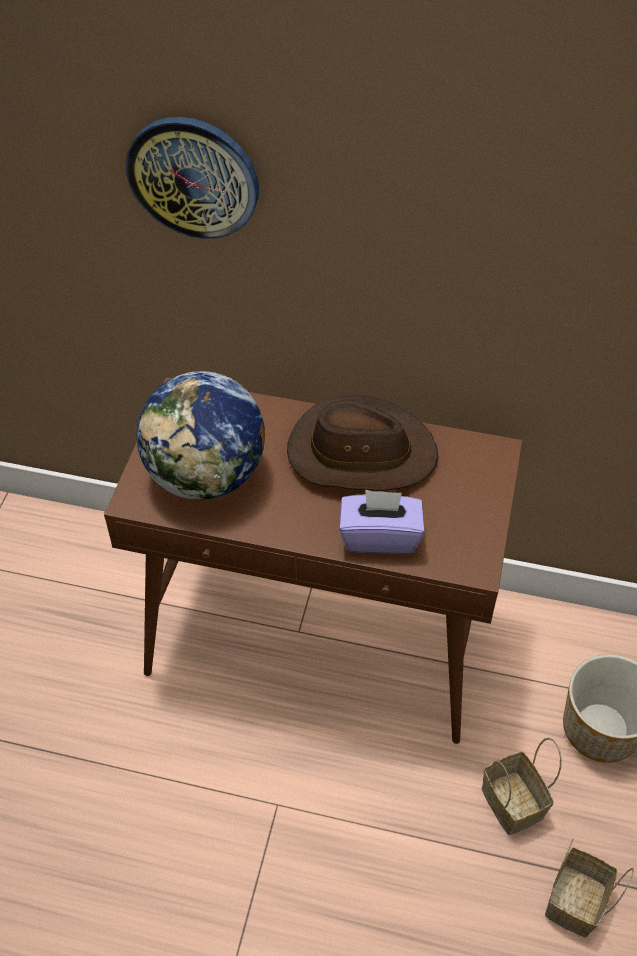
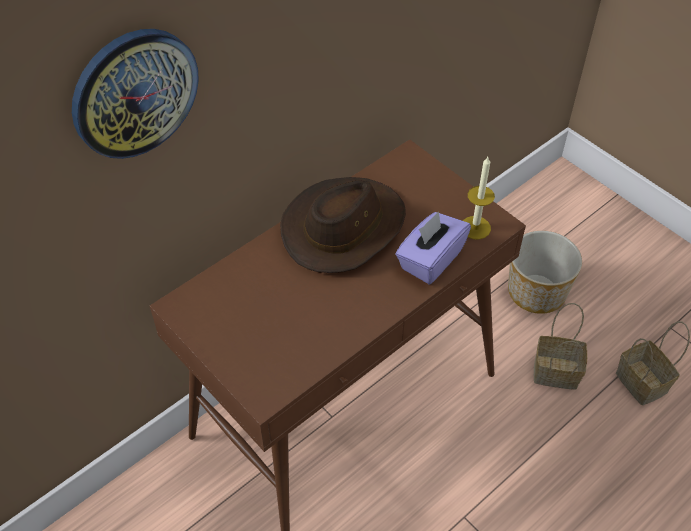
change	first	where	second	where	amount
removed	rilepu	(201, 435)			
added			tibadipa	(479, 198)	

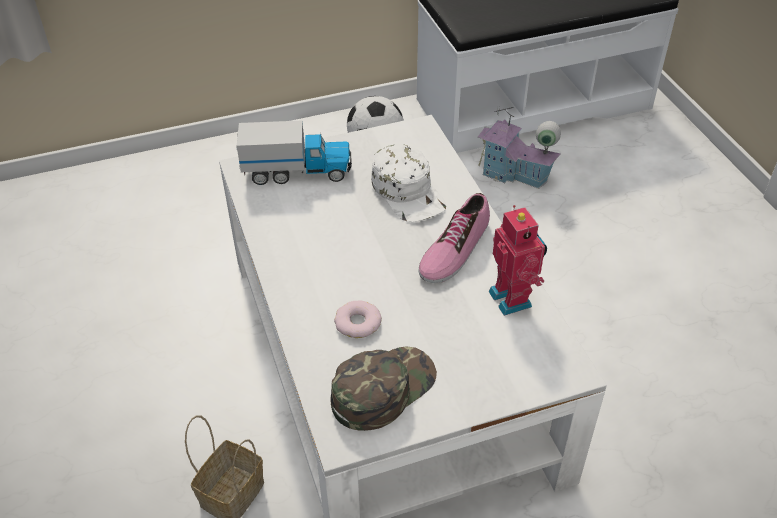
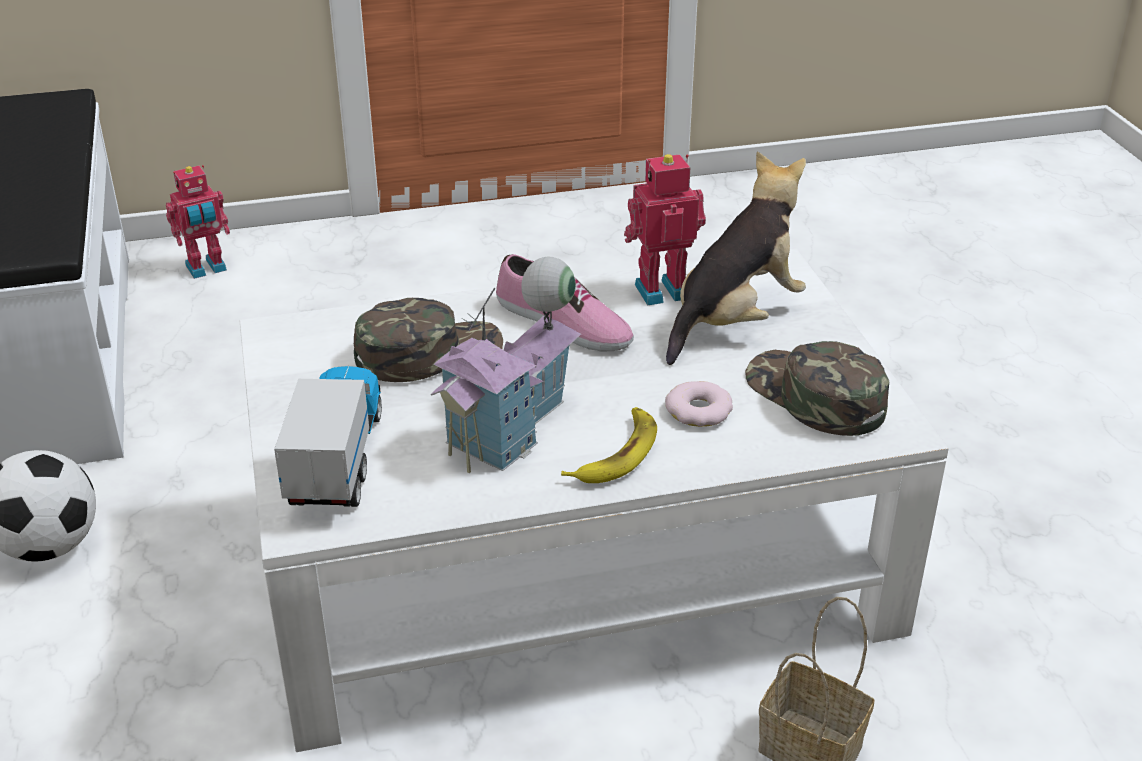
change	first	where	second	where	amount
added			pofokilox	(198, 222)	
added			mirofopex	(609, 445)	
added			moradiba	(736, 258)	
moved	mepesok	(519, 147)		(506, 364)	
recoloured	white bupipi	(408, 183)	green bupipi	(428, 340)	

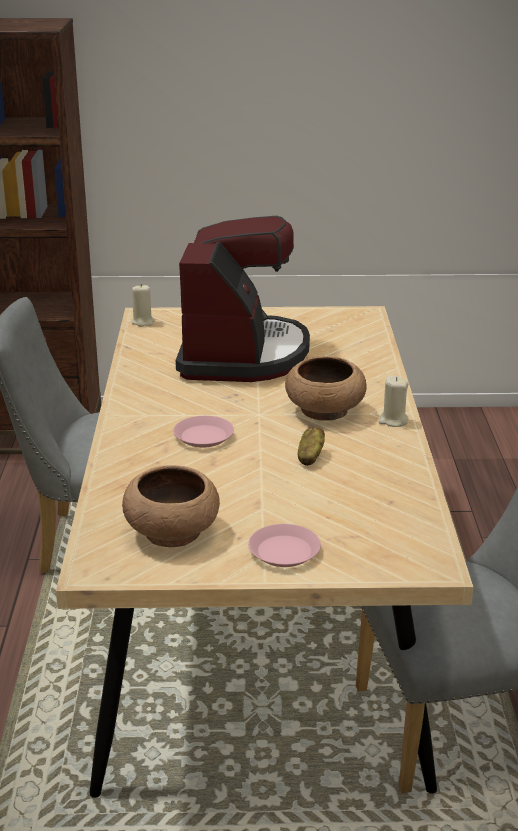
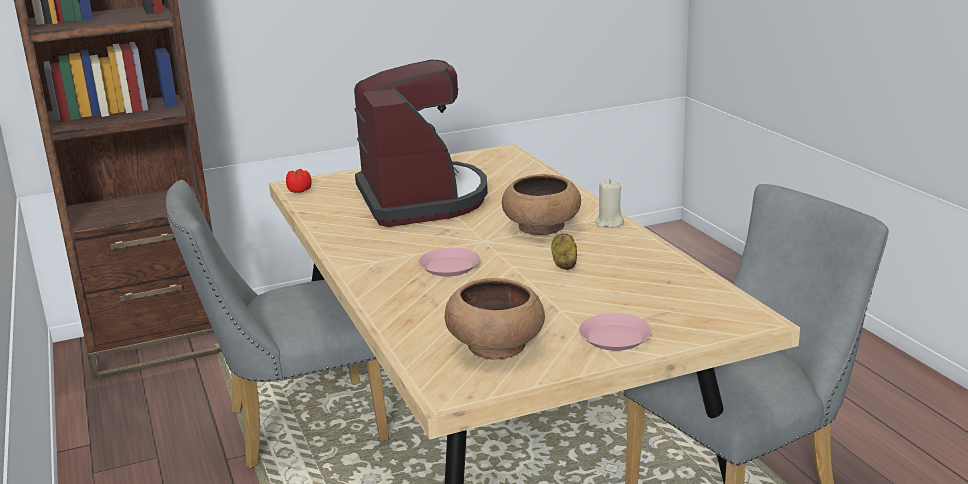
change	first	where	second	where	amount
replaced	beige tibadipa	(143, 305)	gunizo	(299, 181)	

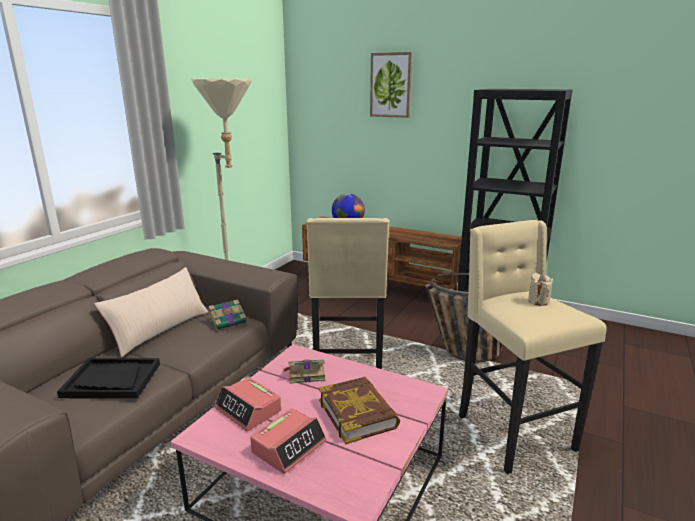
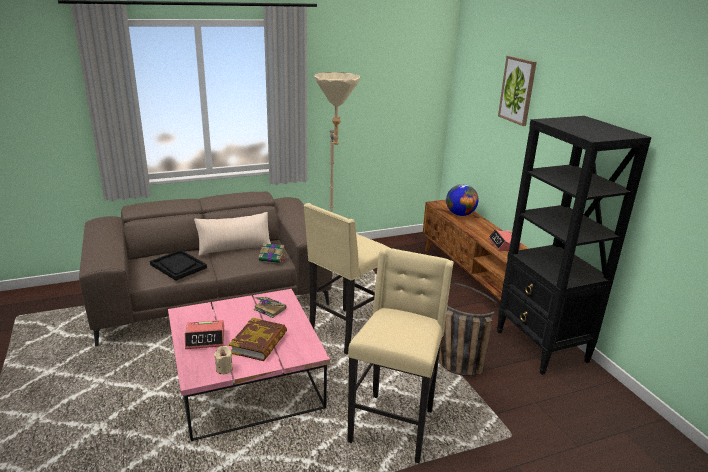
change	first	where	second	where	amount
moved	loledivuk	(247, 404)		(504, 240)	
moved	beige tibadipa	(540, 289)		(223, 360)	

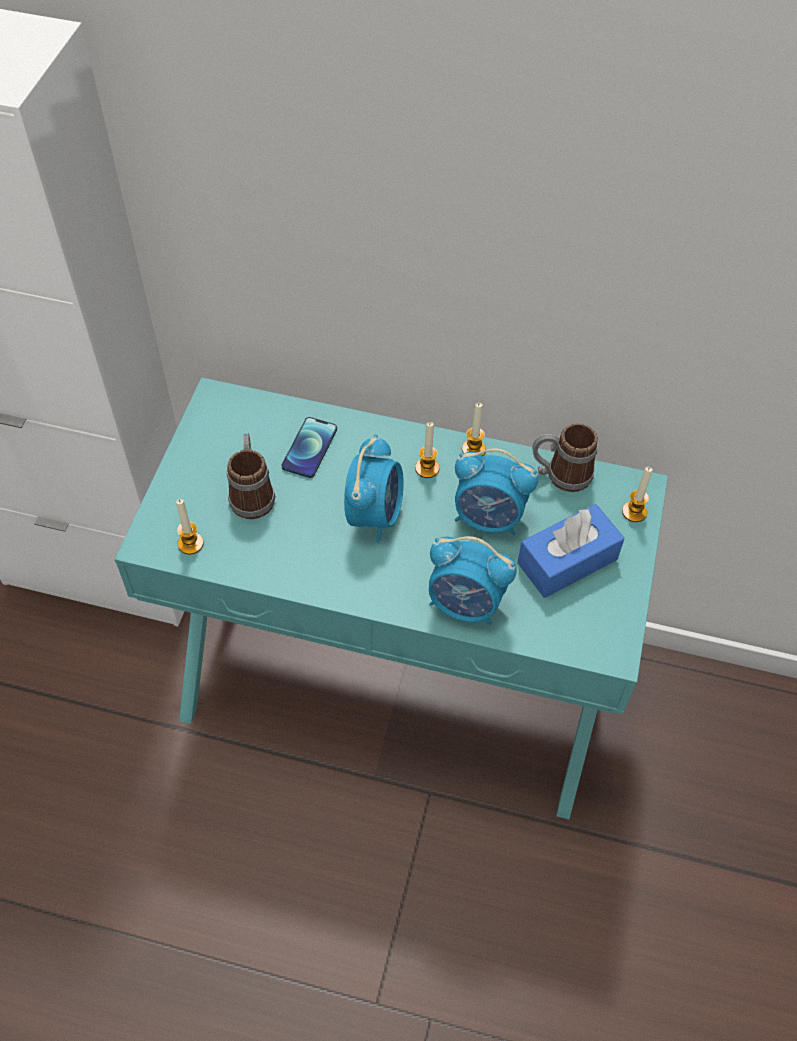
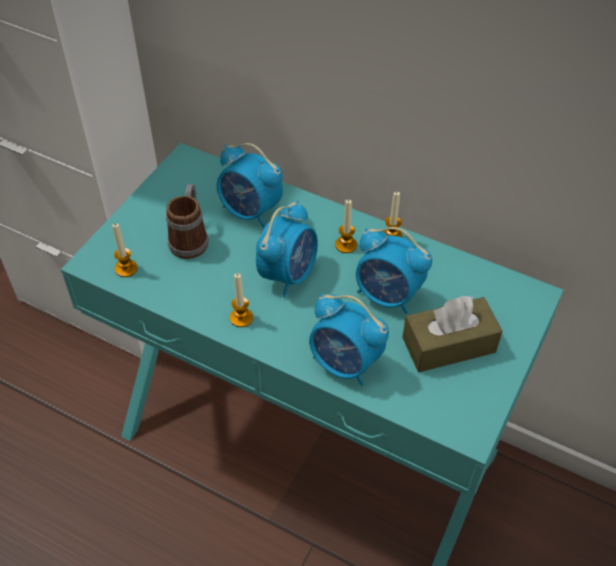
change	first	where	second	where	amount
removed	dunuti	(565, 457)			
moved	tibadipa	(637, 494)		(241, 300)	
replaced	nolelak	(309, 447)	loledivuk	(250, 185)	
recoloured	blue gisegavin	(571, 551)	brown gisegavin	(452, 333)	

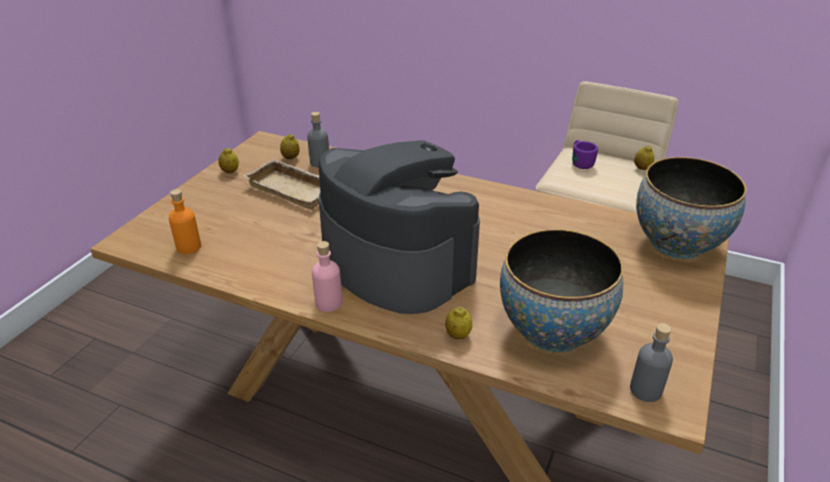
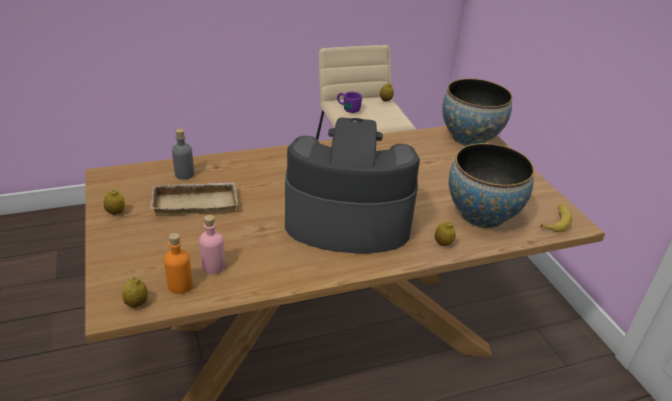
change	first	where	second	where	amount
moved	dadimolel	(290, 146)		(135, 292)	
moved	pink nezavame	(327, 276)		(212, 244)	
replaced	grey nezavame	(651, 362)	mirofopex	(556, 218)	

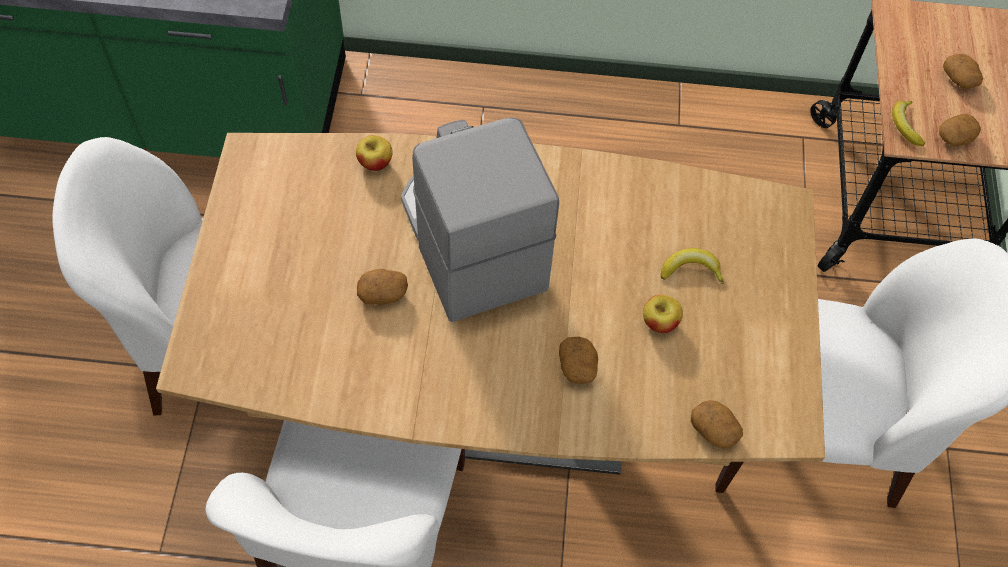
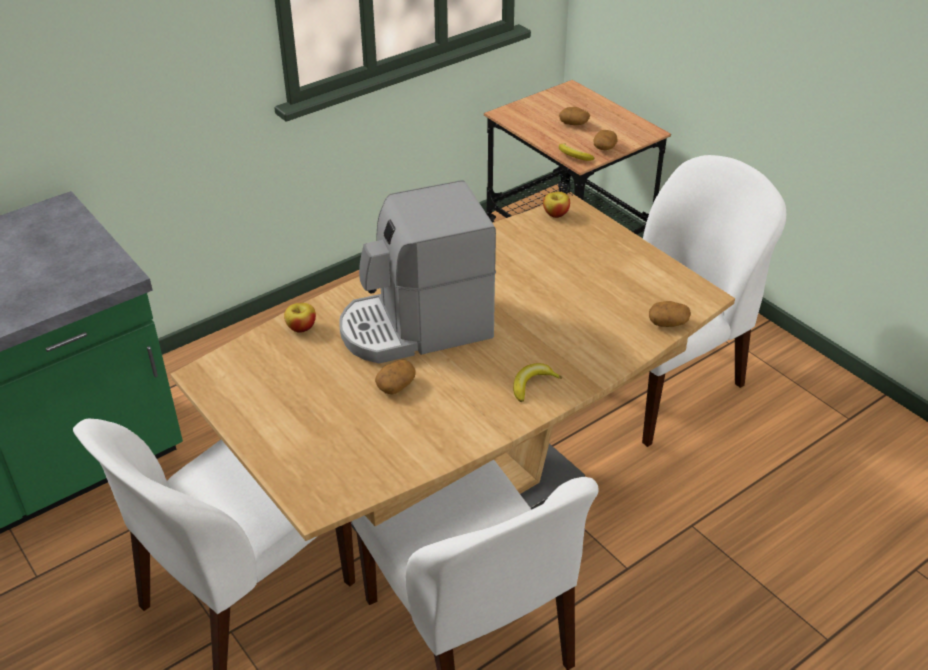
change	first	where	second	where	amount
removed	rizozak	(578, 360)			
moved	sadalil	(663, 314)		(556, 205)	
moved	mirofopex	(692, 266)		(537, 382)	
turned	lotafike	(480, 220)		(417, 272)	45 degrees counterclockwise

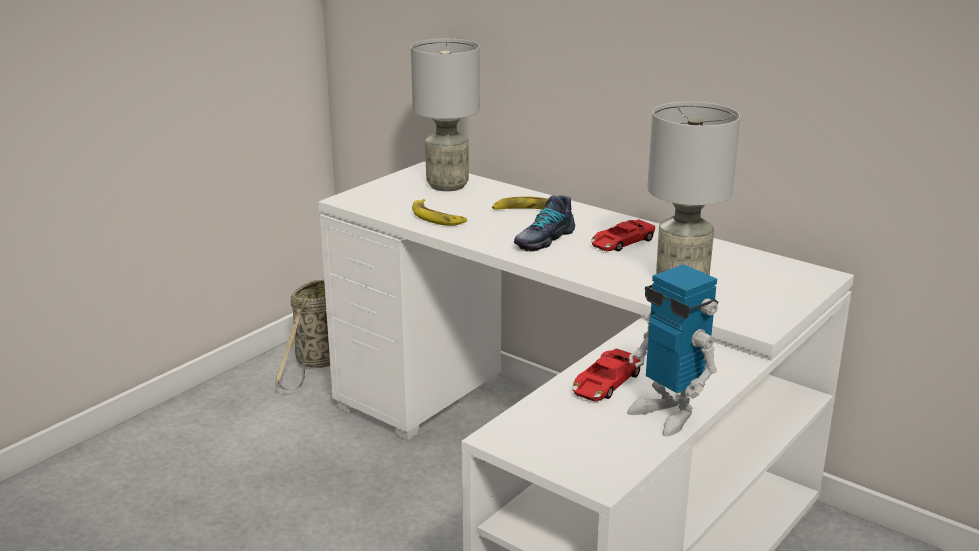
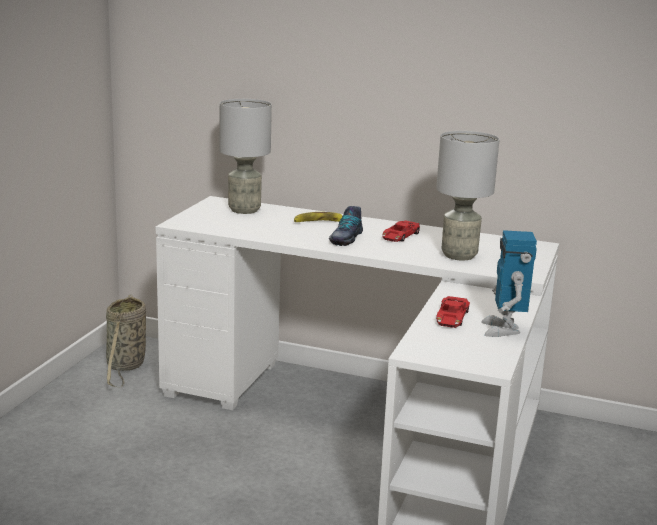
change	first	where	second	where	amount
removed	mirofopex	(439, 212)			
turned	pofokilox	(672, 350)		(509, 283)	60 degrees clockwise

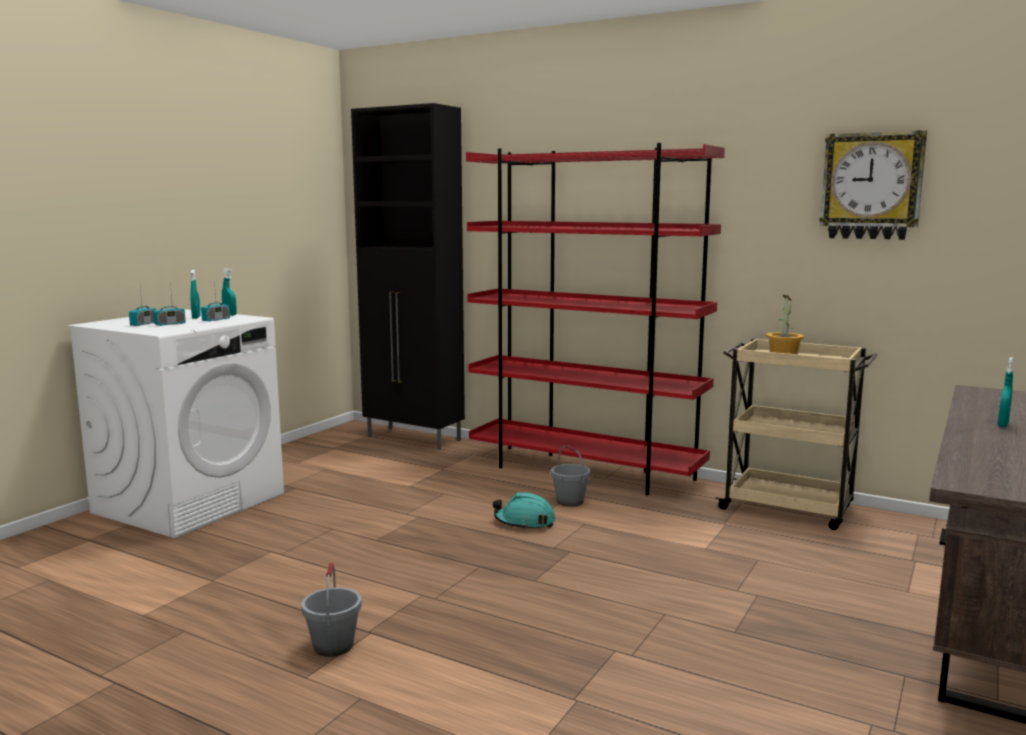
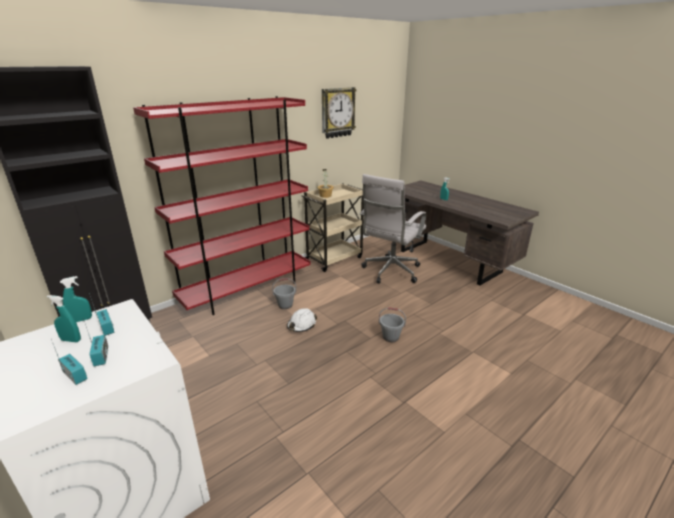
change	first	where	second	where	amount
added			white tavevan	(393, 229)	
moved	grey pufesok	(331, 609)		(392, 324)	
recoloured	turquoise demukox	(524, 511)	white demukox	(302, 320)	

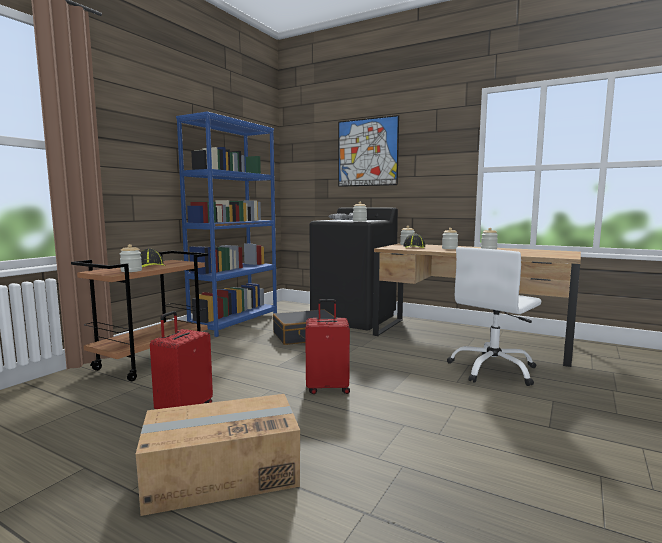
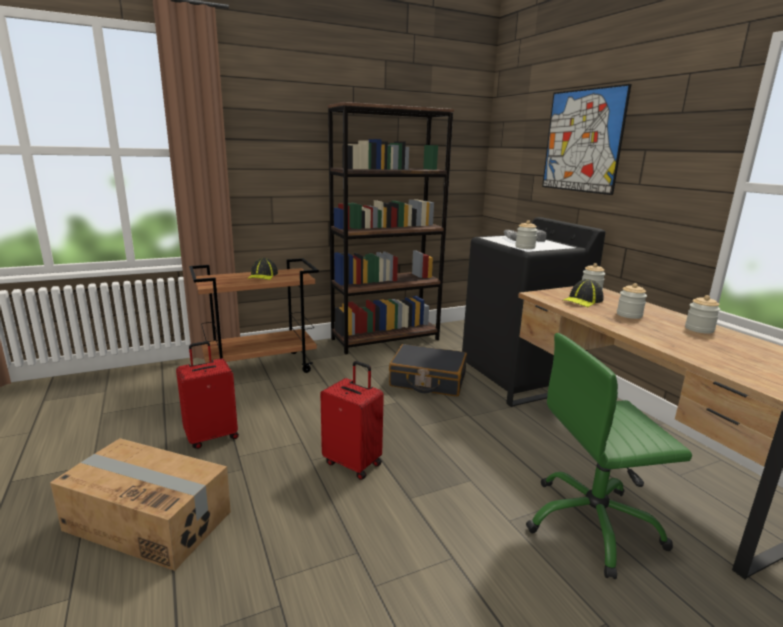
change	first	where	second	where	amount
removed	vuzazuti	(130, 258)			
recoloured	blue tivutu	(226, 224)	brown tivutu	(390, 228)	
recoloured	white tavevan	(494, 316)	green tavevan	(609, 456)	

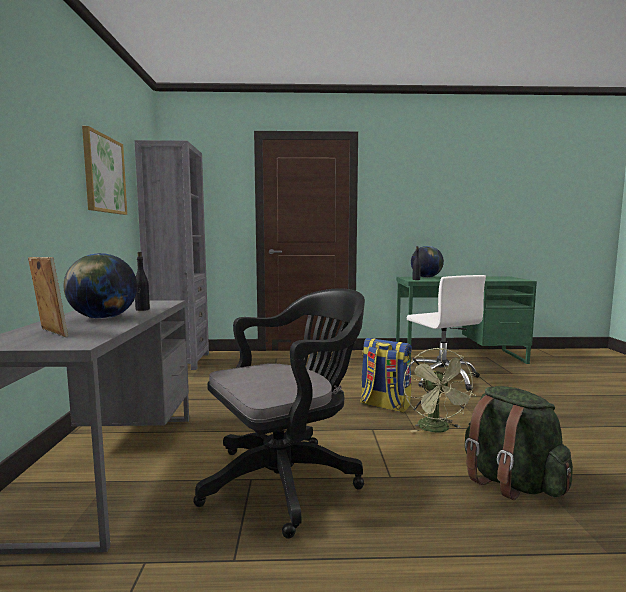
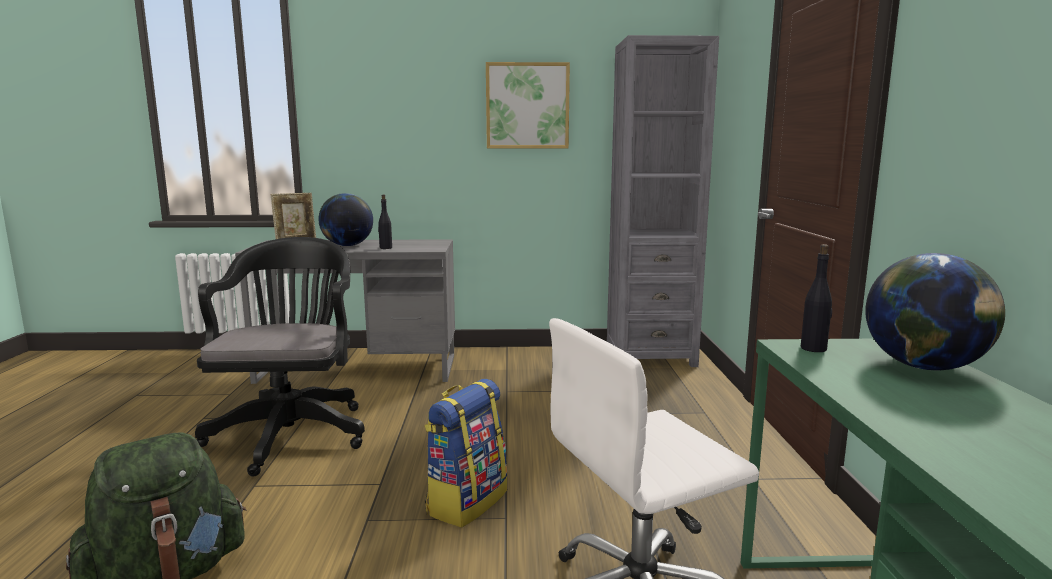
change	first	where	second	where	amount
removed	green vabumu	(439, 390)			
turned	black tavevan	(279, 413)		(280, 357)	150 degrees counterclockwise

